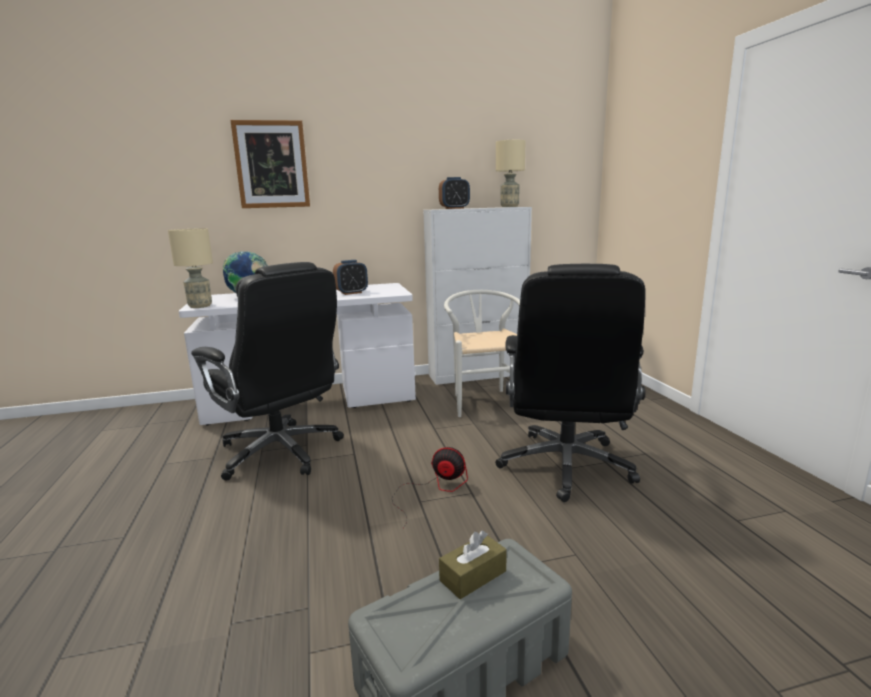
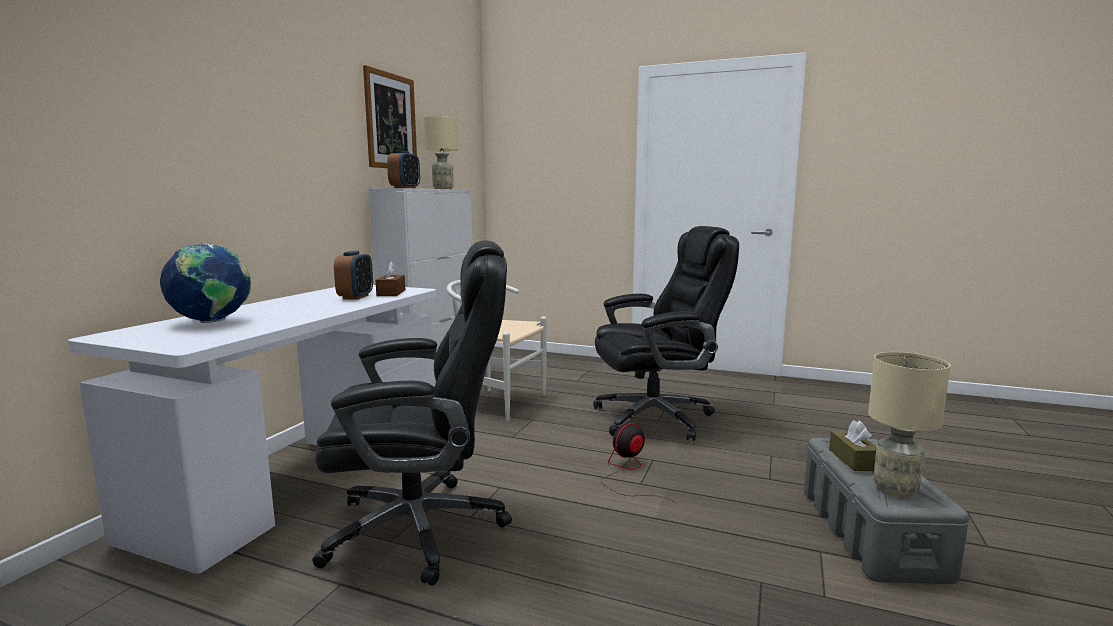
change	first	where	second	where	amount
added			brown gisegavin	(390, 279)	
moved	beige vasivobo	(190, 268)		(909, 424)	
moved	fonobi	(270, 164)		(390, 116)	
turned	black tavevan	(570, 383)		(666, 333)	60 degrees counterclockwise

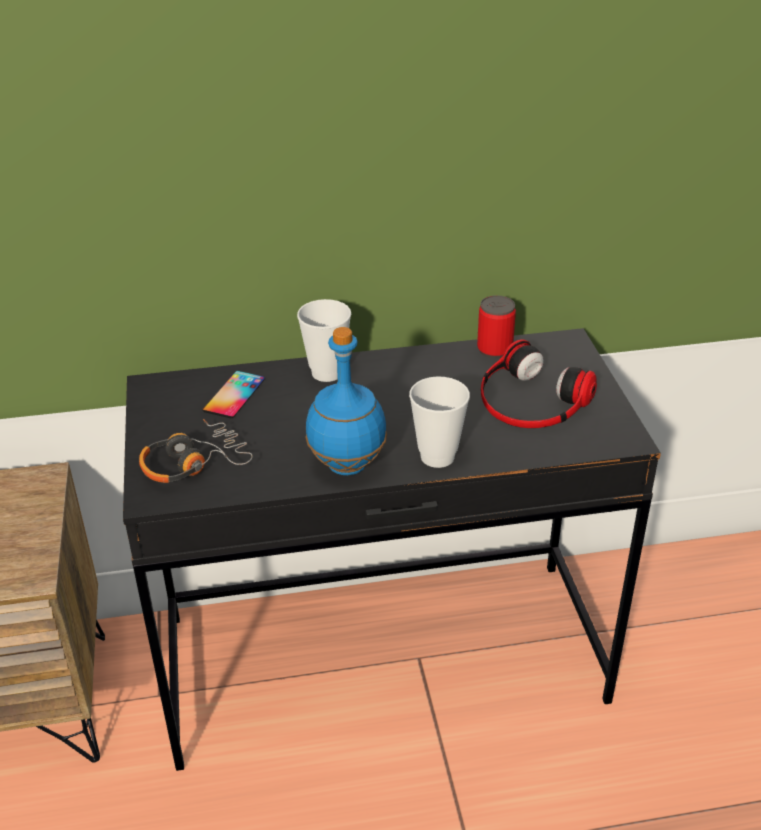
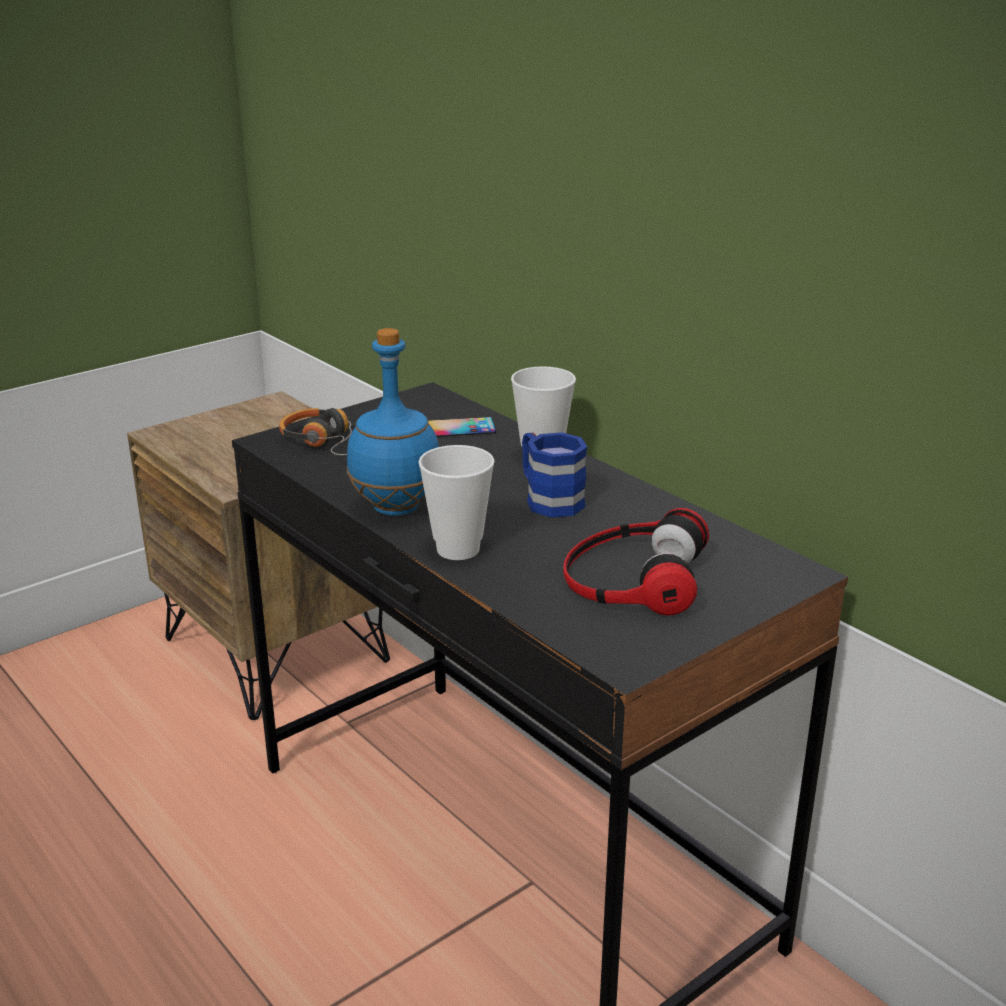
change	first	where	second	where	amount
removed	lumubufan	(496, 327)			
added			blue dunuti	(554, 475)	

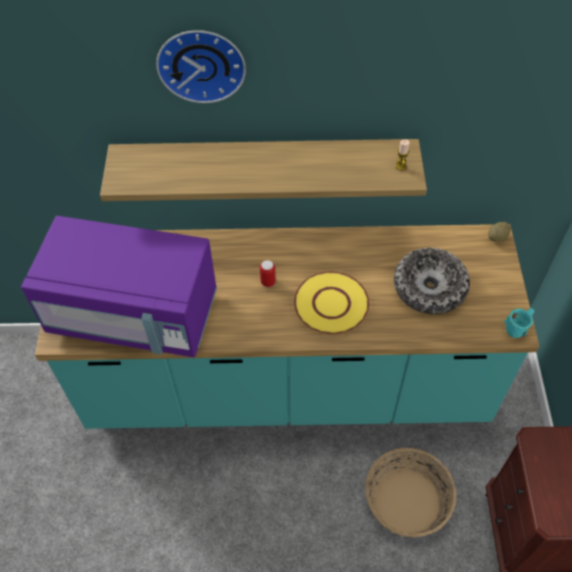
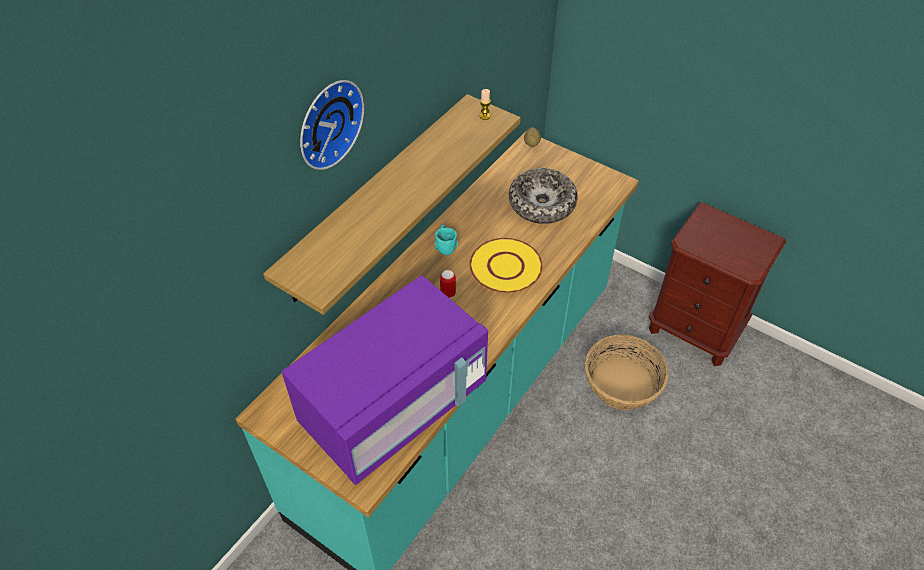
change	first	where	second	where	amount
moved	turquoise dunuti	(519, 323)		(446, 240)	

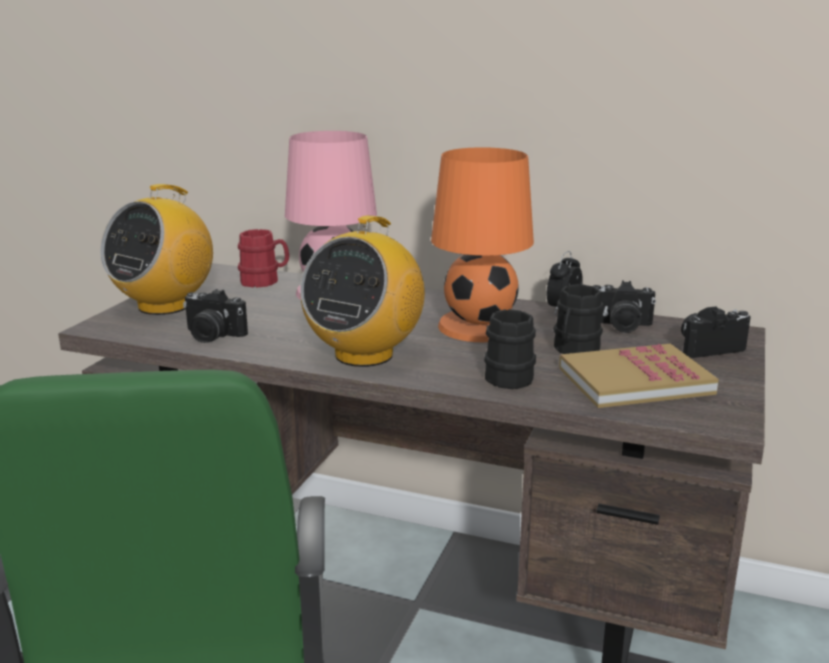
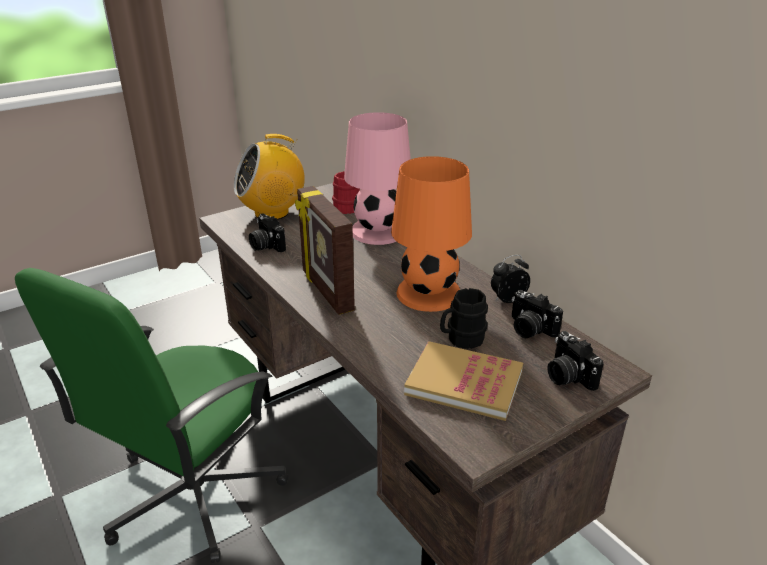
change	first	where	second	where	amount
removed	black dunuti	(510, 349)			
replaced	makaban	(362, 291)	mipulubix	(325, 250)	
turned	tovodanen	(716, 332)		(575, 361)	135 degrees counterclockwise

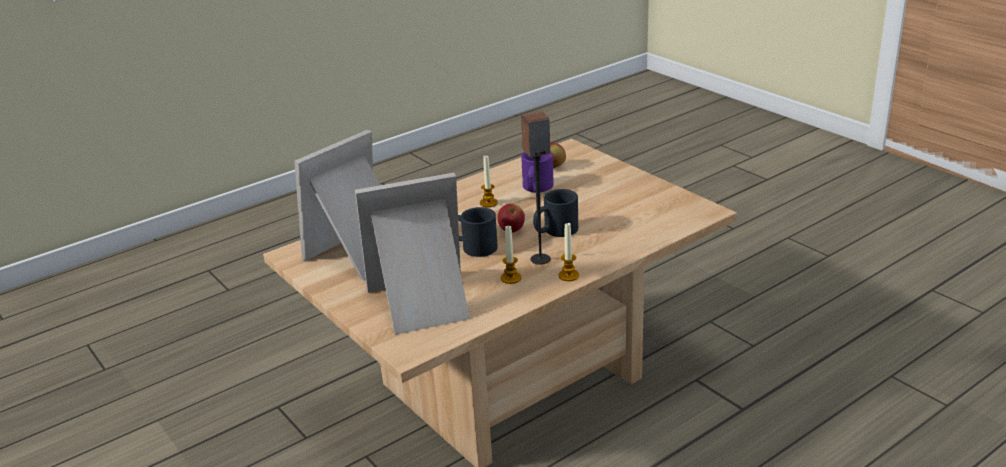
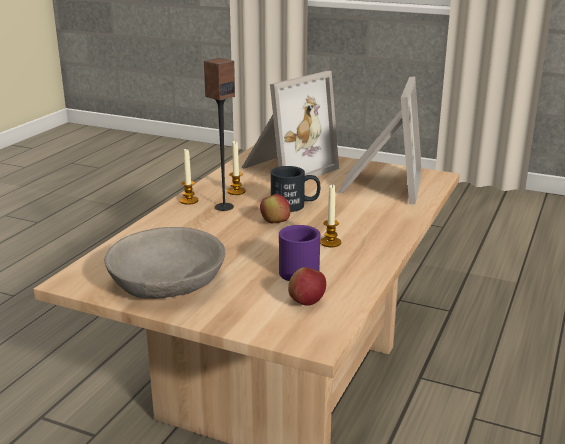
change	first	where	second	where	amount
removed	black dunuti	(555, 213)			
added			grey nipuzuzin	(164, 263)	

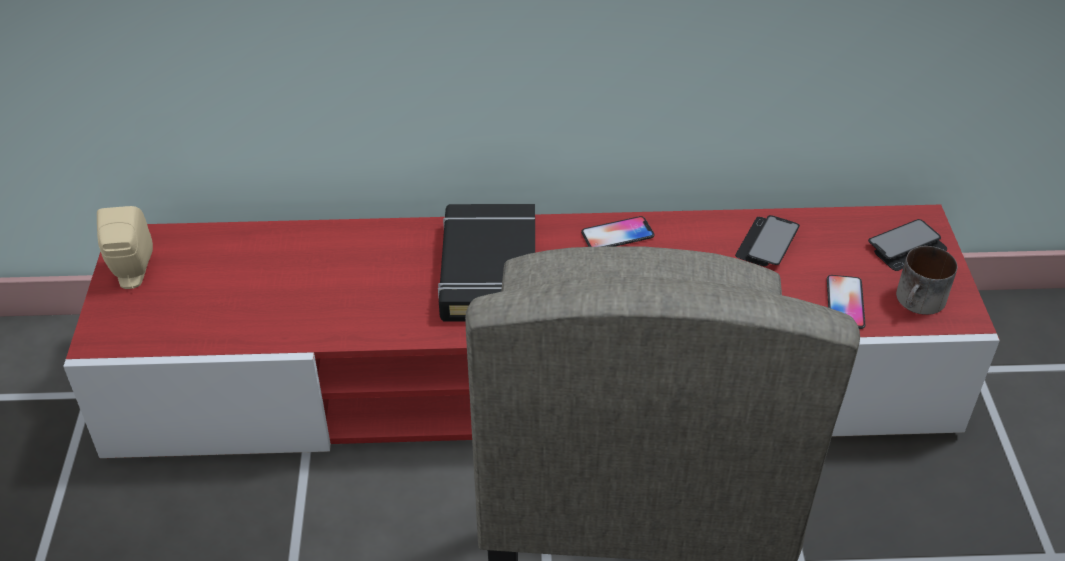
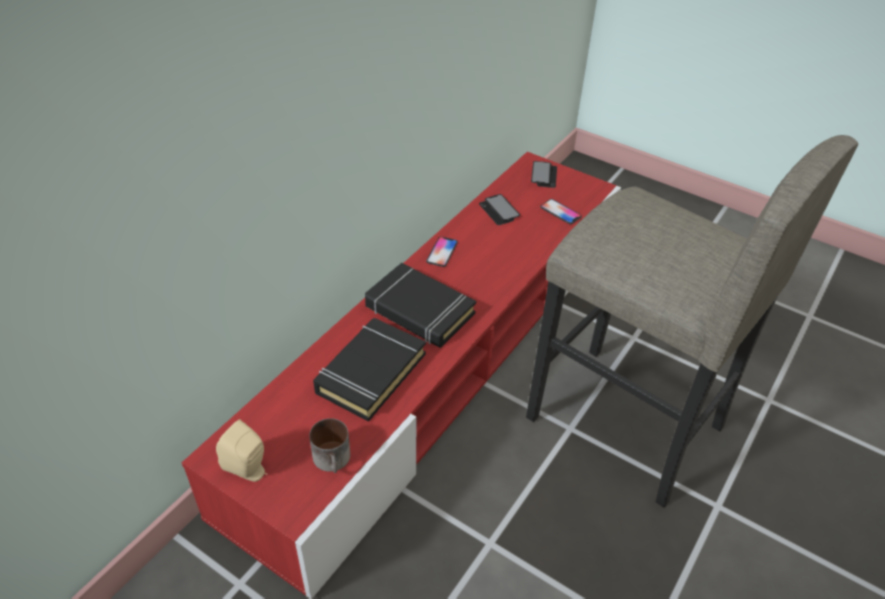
change	first	where	second	where	amount
added			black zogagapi	(369, 370)	
moved	dunuti	(926, 280)		(329, 445)	

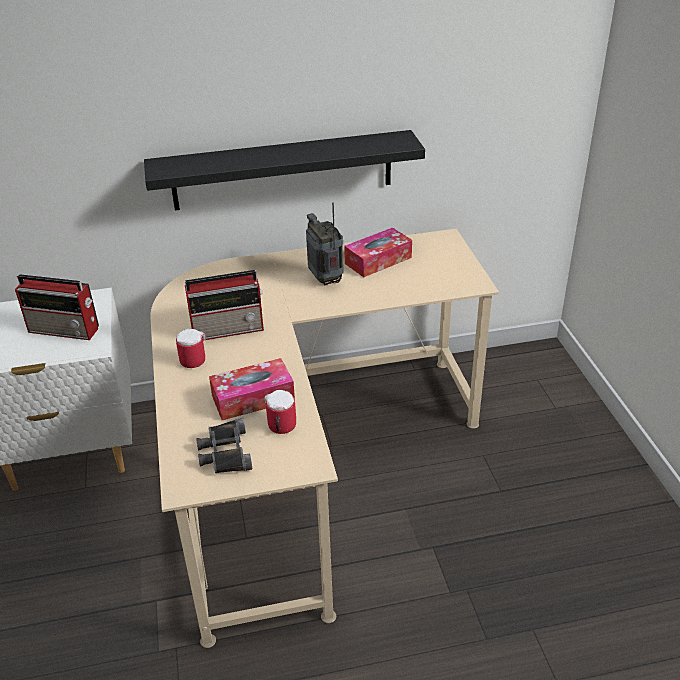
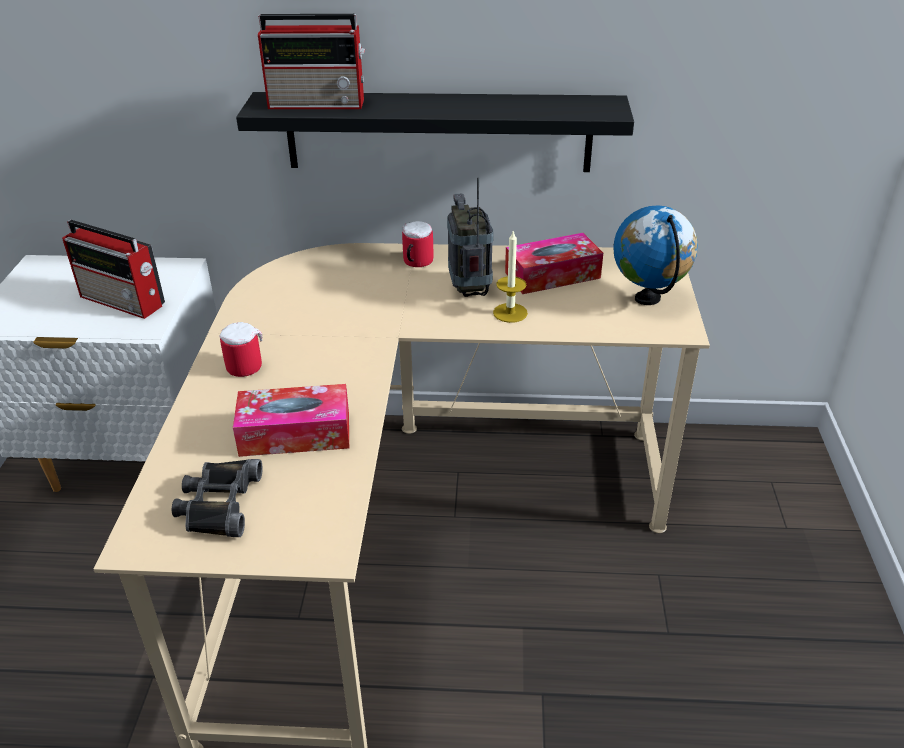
change	first	where	second	where	amount
added			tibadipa	(510, 277)	
added			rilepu	(655, 255)	
moved	makaban	(224, 305)		(311, 61)	
moved	dunuti	(280, 412)		(417, 244)	

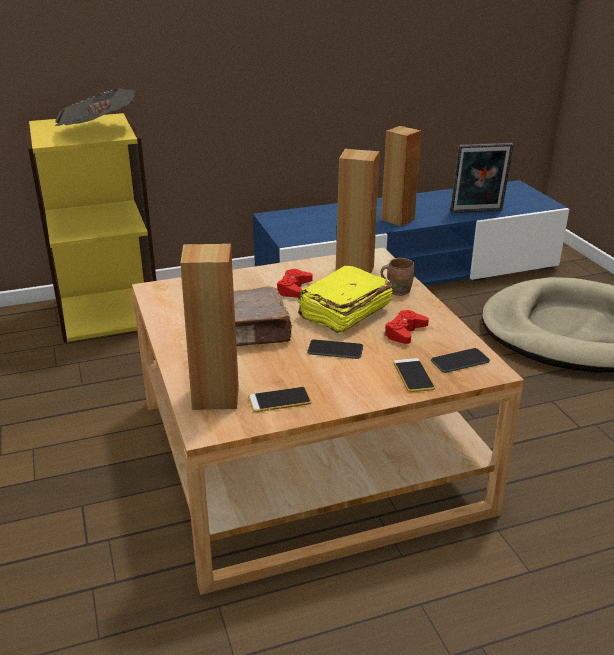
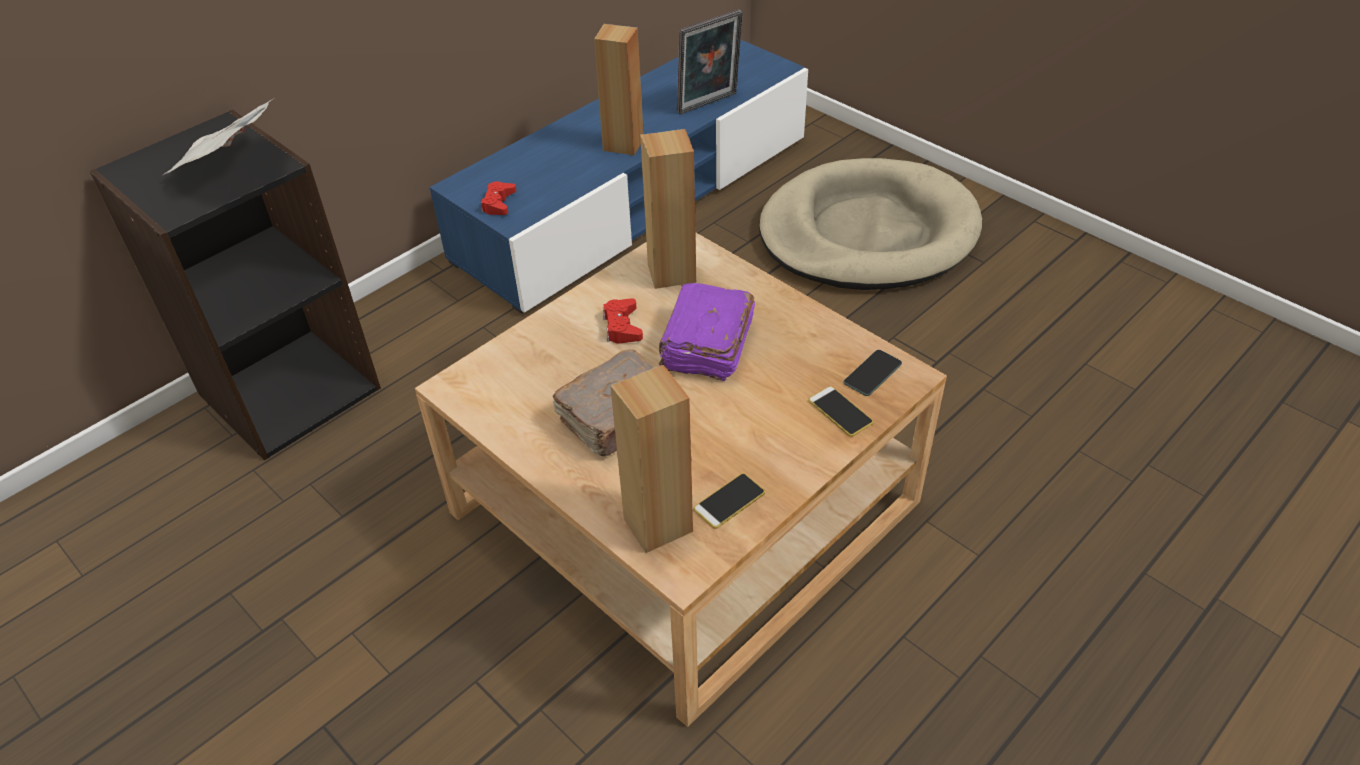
change	first	where	second	where	amount
removed	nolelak	(335, 349)			
removed	brown dunuti	(398, 277)			
moved	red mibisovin	(406, 327)		(498, 198)	
recoloured	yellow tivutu	(91, 227)	black tivutu	(235, 284)	
recoloured	yellow zogagapi	(345, 300)	purple zogagapi	(707, 332)	

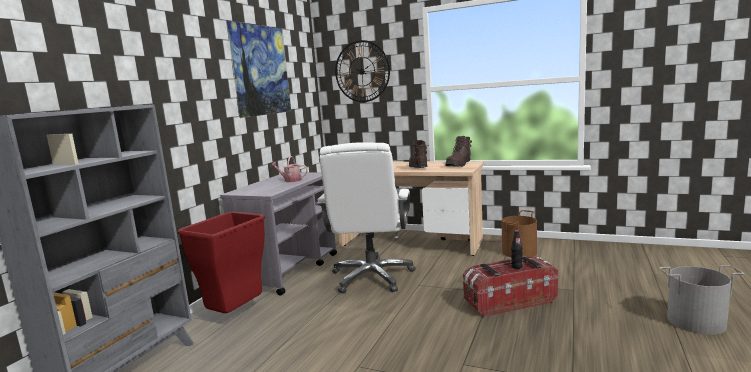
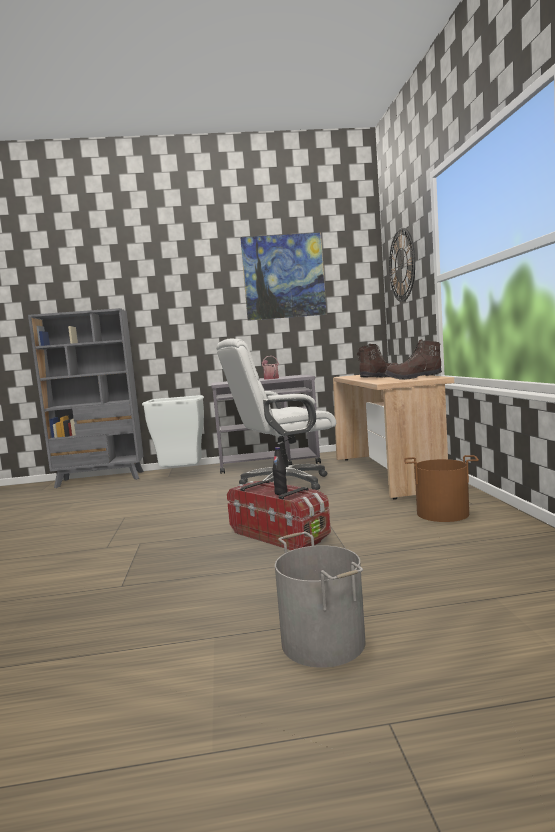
change	first	where	second	where	amount
recoloured	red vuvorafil	(221, 262)	white vuvorafil	(173, 431)	

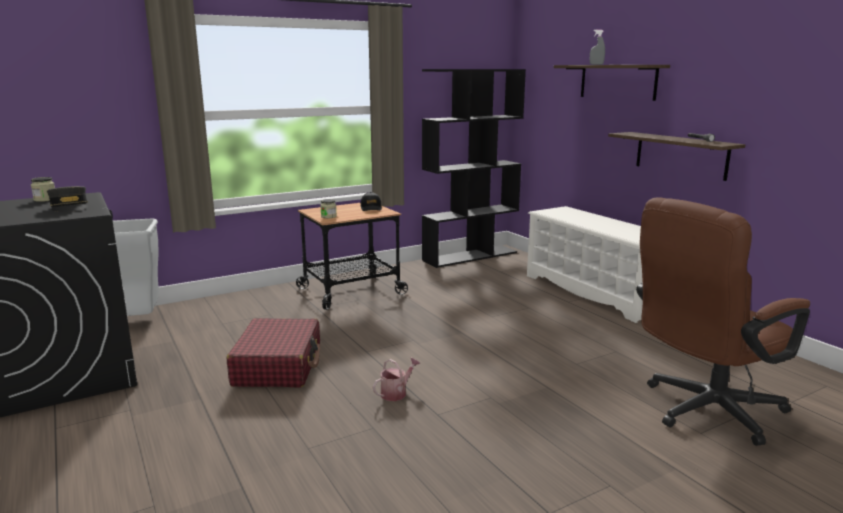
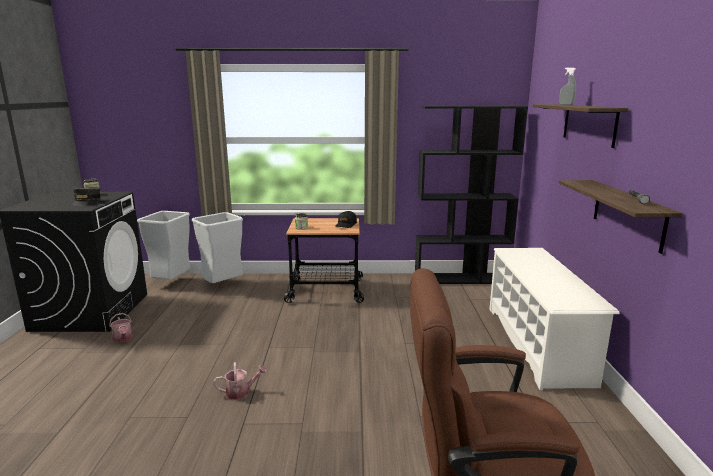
change	first	where	second	where	amount
removed	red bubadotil	(273, 352)			
added			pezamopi	(121, 327)	
added			grey vuvorafil	(217, 247)	

